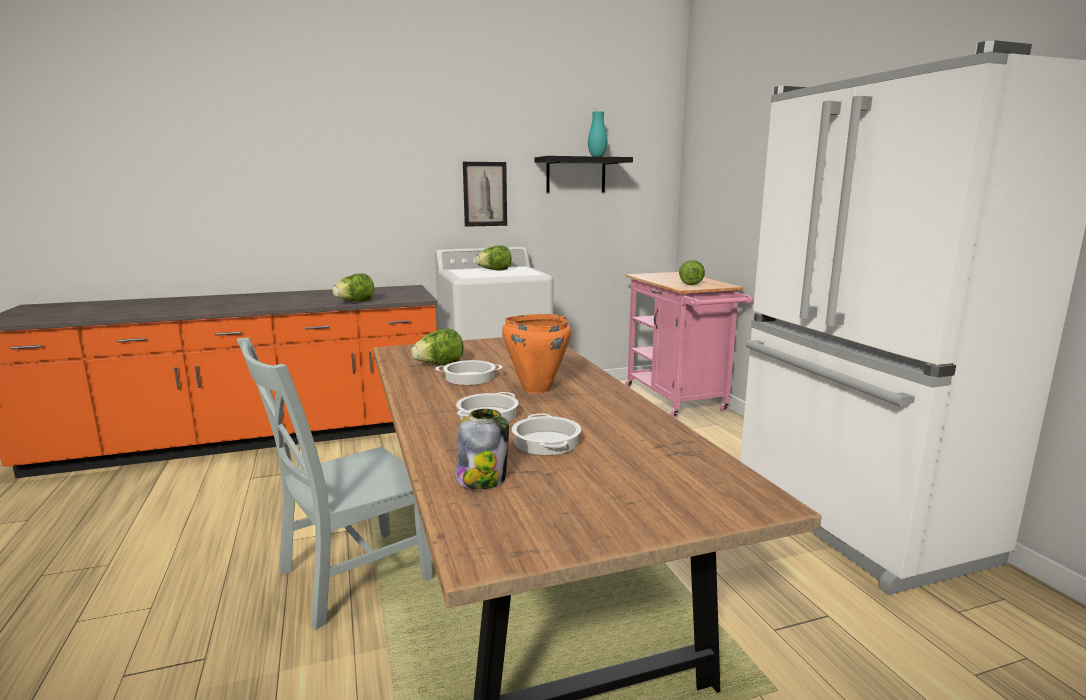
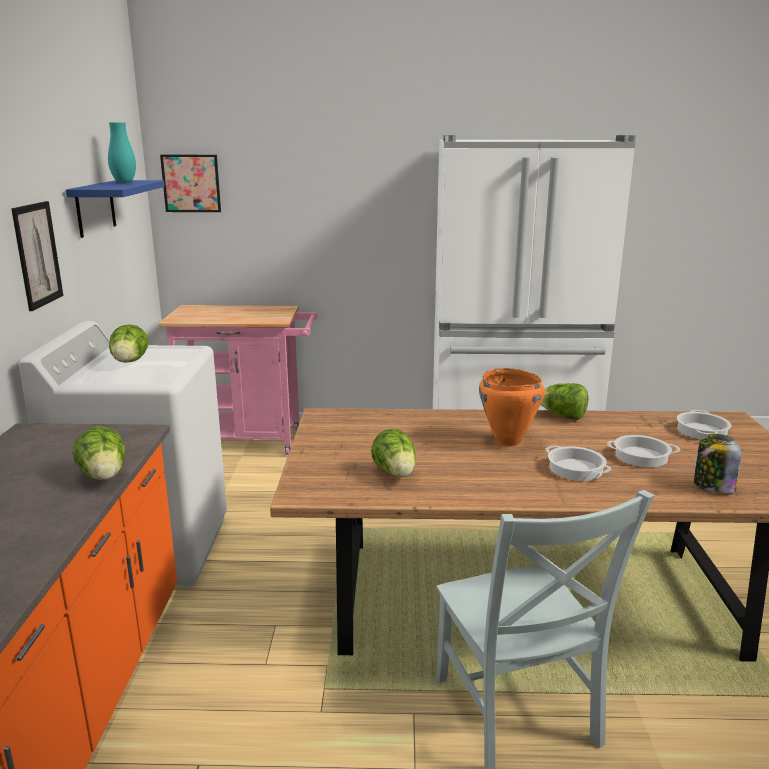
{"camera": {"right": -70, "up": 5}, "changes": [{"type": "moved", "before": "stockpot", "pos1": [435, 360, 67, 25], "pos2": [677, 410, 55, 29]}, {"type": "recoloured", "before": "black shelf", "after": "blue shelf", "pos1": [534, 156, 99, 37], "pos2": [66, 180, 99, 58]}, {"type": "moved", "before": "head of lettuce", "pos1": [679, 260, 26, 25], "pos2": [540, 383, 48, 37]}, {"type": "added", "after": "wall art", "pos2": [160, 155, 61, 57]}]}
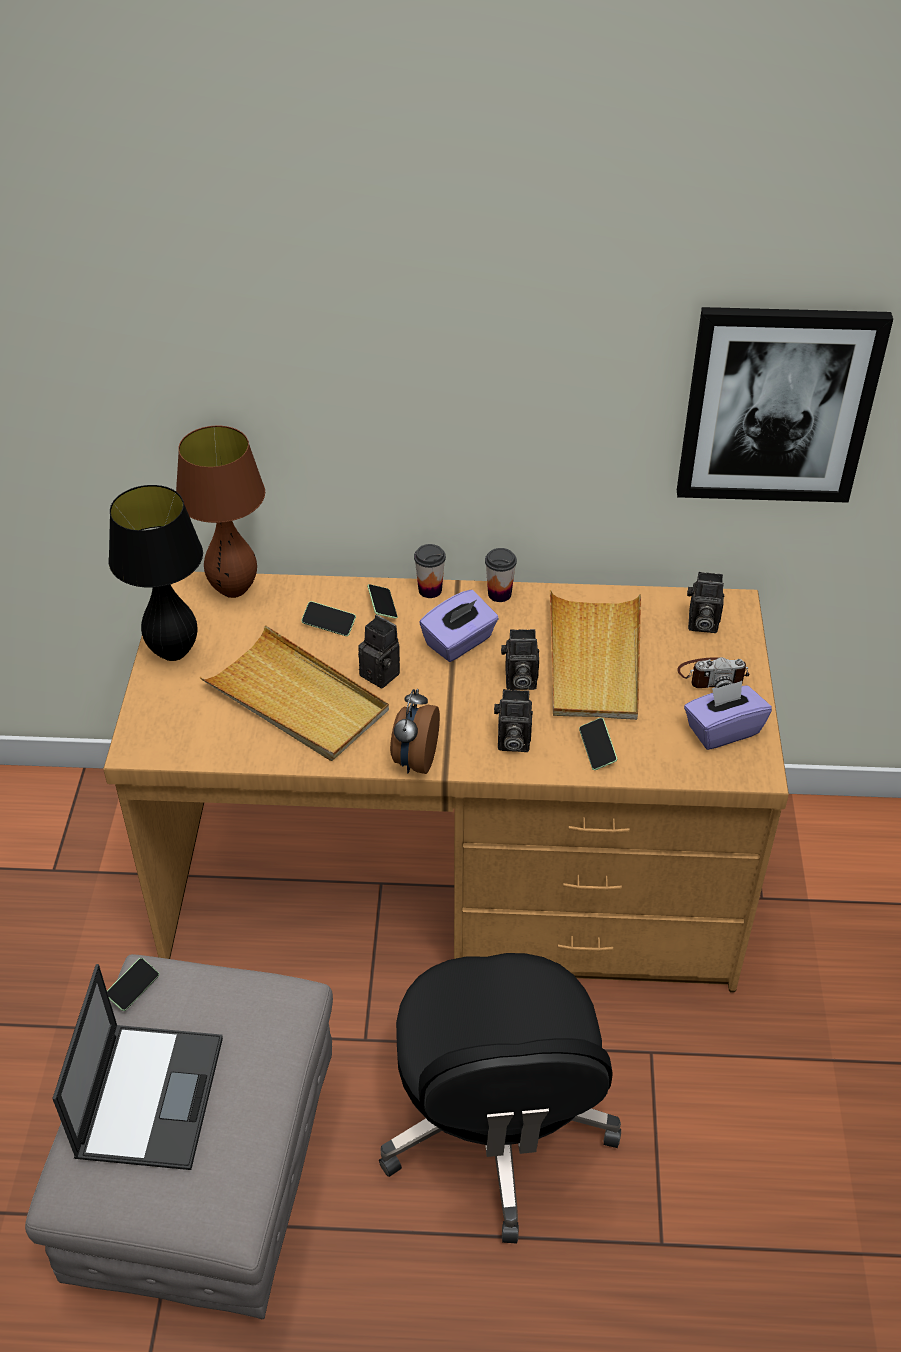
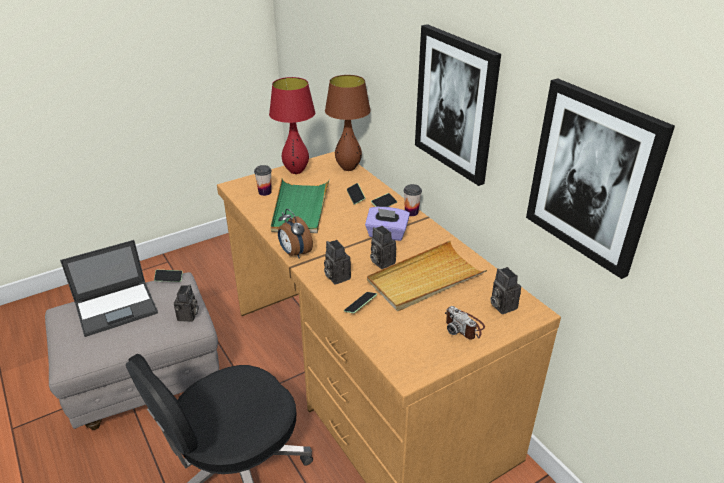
{"camera": {"right": 55, "up": -10}, "changes": [{"type": "recoloured", "before": "black table lamp", "after": "reddish table lamp", "pos1": [109, 485, 94, 176], "pos2": [269, 77, 46, 97]}, {"type": "recoloured", "before": "beige carrying tray", "after": "greenish carrying tray", "pos1": [200, 625, 189, 136], "pos2": [271, 178, 59, 55]}, {"type": "moved", "before": "photo camera", "pos1": [358, 615, 42, 74], "pos2": [174, 285, 25, 37]}, {"type": "turned", "before": "bedside clock", "pos1": [390, 689, 50, 85], "pos2": [278, 209, 35, 50], "turn": -105}, {"type": "moved", "before": "cup", "pos1": [485, 548, 32, 54], "pos2": [254, 165, 18, 31]}, {"type": "removed", "before": "purplish box of tissues", "pos1": [684, 681, 88, 69]}, {"type": "added", "after": "wall art", "pos2": [415, 24, 86, 162]}]}
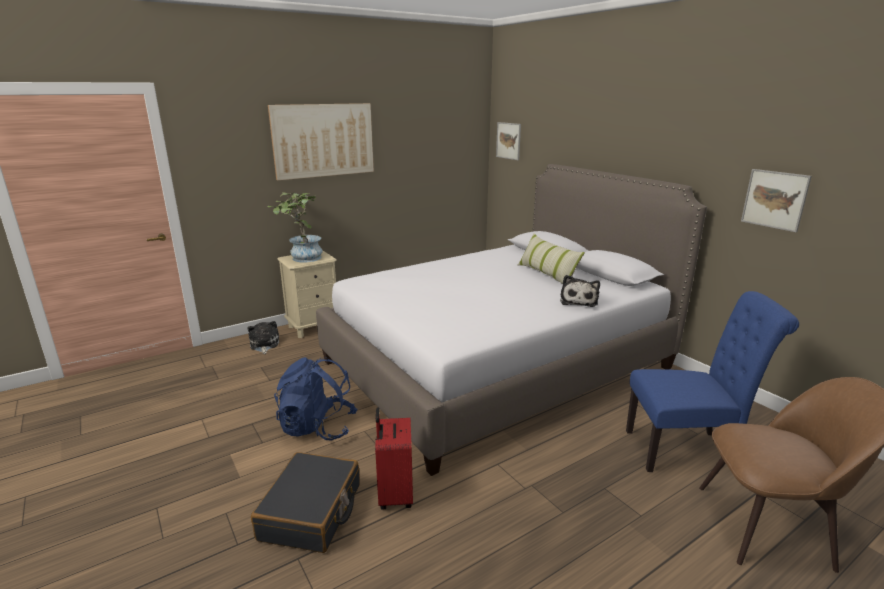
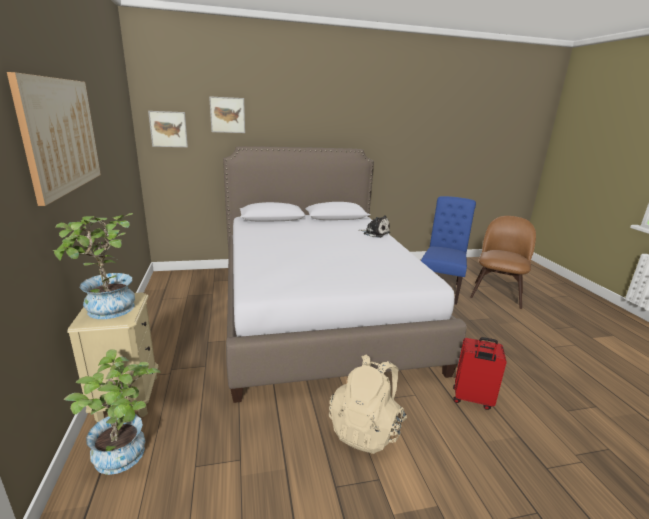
{"camera": {"right": -70, "up": 0}, "changes": [{"type": "replaced", "before": "soft toy", "after": "plant in a pot", "pos1": [248, 321, 31, 33], "pos2": [64, 349, 97, 126]}, {"type": "removed", "before": "black suitcase", "pos1": [251, 452, 109, 101]}, {"type": "recoloured", "before": "blue backpack", "after": "beige backpack", "pos1": [274, 357, 84, 83], "pos2": [329, 355, 78, 99]}, {"type": "removed", "before": "throw pillow", "pos1": [518, 233, 67, 51]}, {"type": "moved", "before": "wall art", "pos1": [741, 169, 71, 63], "pos2": [209, 96, 36, 37]}]}
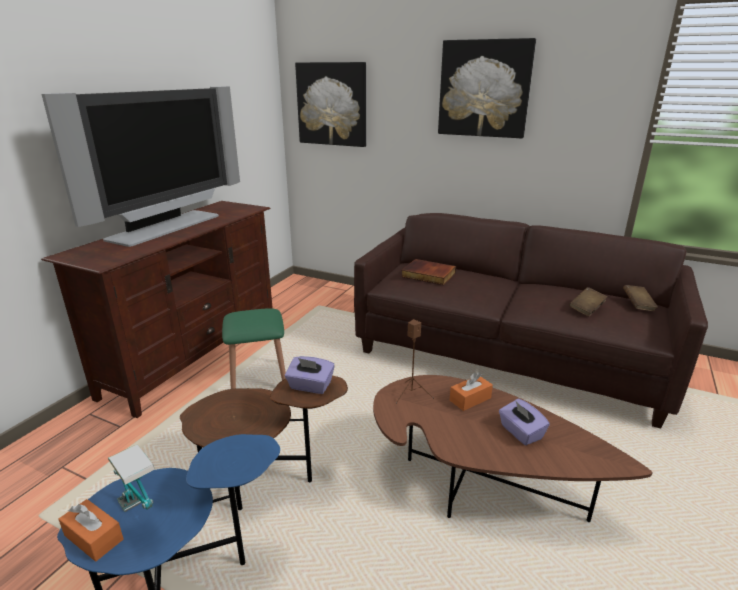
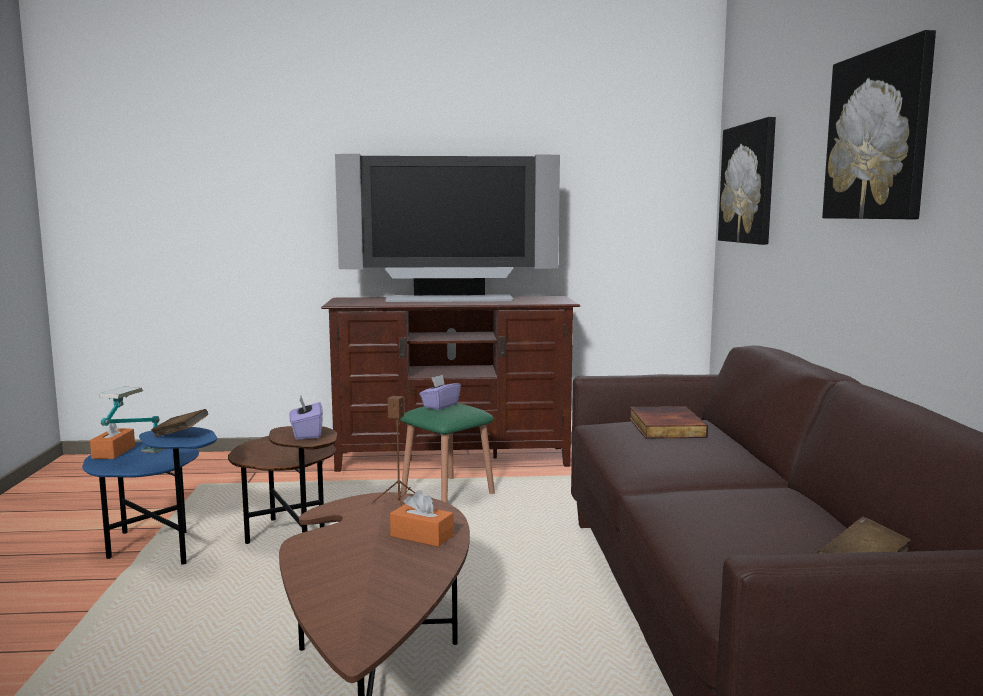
{"camera": {"right": 60, "up": -15}, "changes": [{"type": "moved", "before": "purplish box of tissues", "pos1": [499, 399, 51, 46], "pos2": [420, 375, 41, 35]}, {"type": "moved", "before": "brown book", "pos1": [569, 287, 39, 29], "pos2": [151, 409, 57, 28]}]}
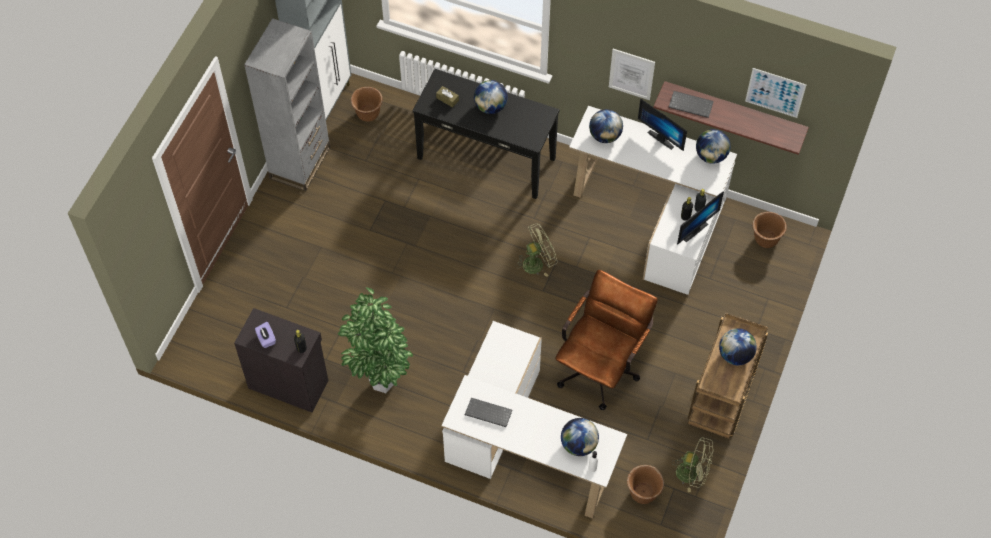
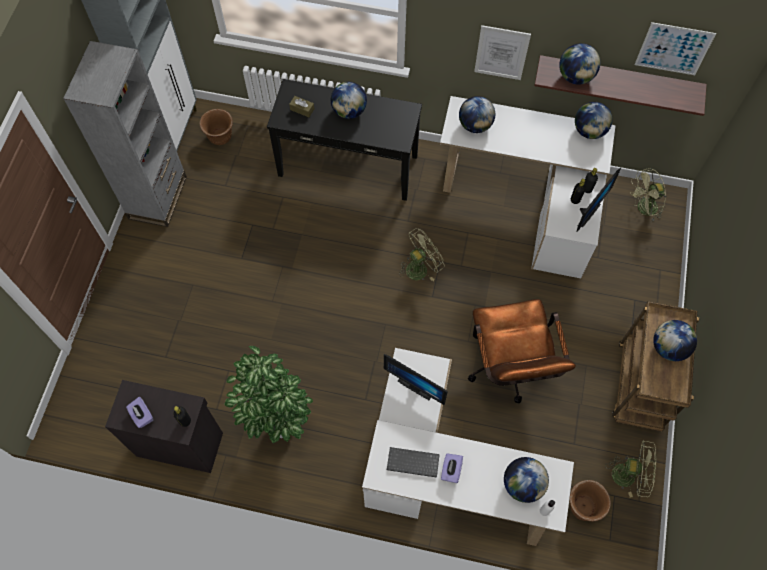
{"camera": {"right": -10, "up": 5}, "changes": [{"type": "turned", "before": "brown office chair", "pos1": [555, 270, 103, 140], "pos2": [468, 299, 108, 104], "turn": 150}, {"type": "moved", "before": "monitor", "pos1": [638, 98, 49, 53], "pos2": [384, 354, 63, 51]}, {"type": "replaced", "before": "computer keyboard", "after": "world globe", "pos1": [669, 91, 45, 27], "pos2": [559, 43, 41, 42]}, {"type": "replaced", "before": "brown planter", "after": "greenish cooling fan", "pos1": [752, 212, 35, 36], "pos2": [630, 168, 36, 53]}, {"type": "added", "after": "purplish box of tissues", "pos2": [441, 453, 22, 30]}]}
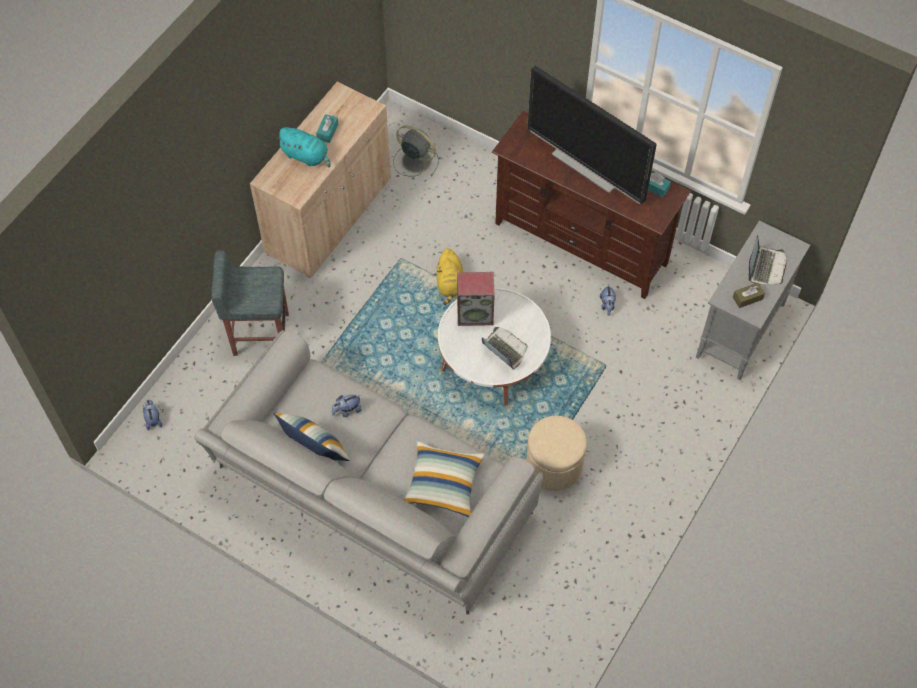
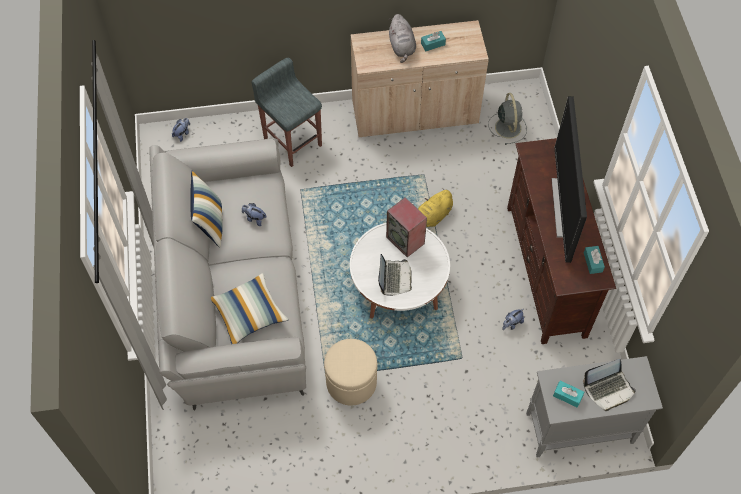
{"camera": {"right": 50, "up": 0}, "changes": [{"type": "recoloured", "before": "blue-green soft toy", "after": "greyish soft toy", "pos1": [276, 127, 55, 41], "pos2": [389, 14, 27, 49]}, {"type": "recoloured", "before": "brown box of tissues", "after": "blue-green box of tissues", "pos1": [733, 283, 32, 25], "pos2": [553, 381, 31, 26]}]}
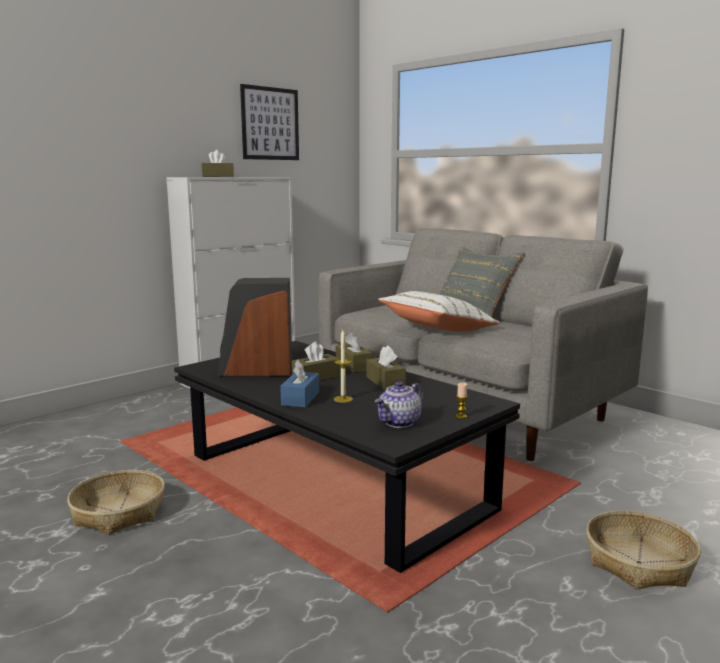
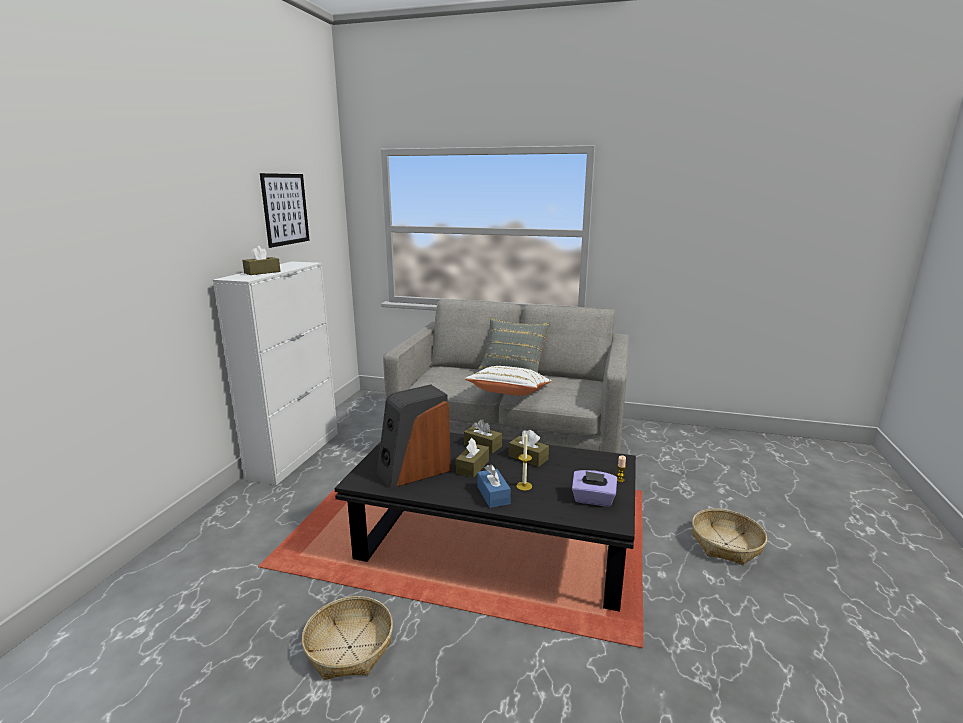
{"camera": {"right": -30, "up": 5}, "changes": [{"type": "replaced", "before": "teapot", "after": "purplish box of tissues", "pos1": [375, 381, 48, 47], "pos2": [572, 470, 45, 37]}]}
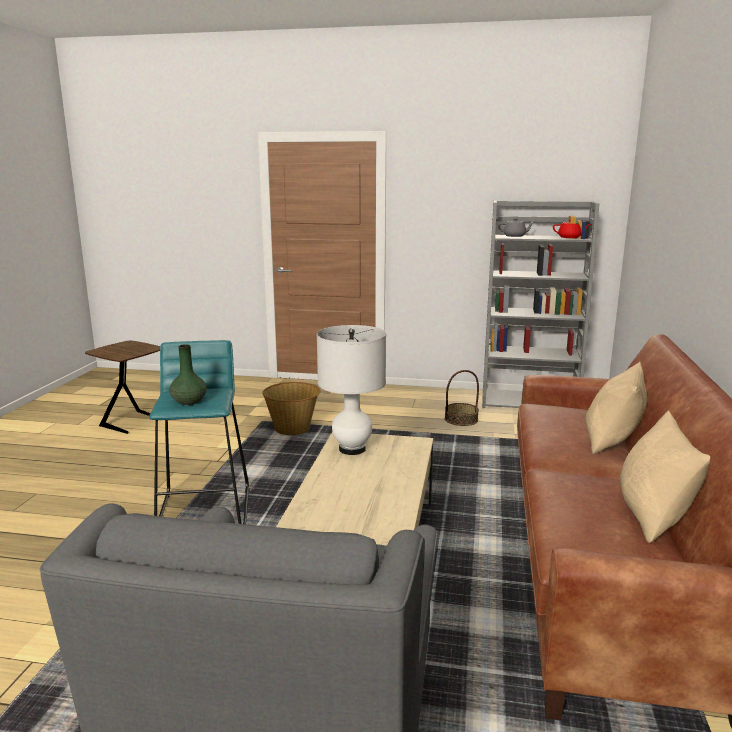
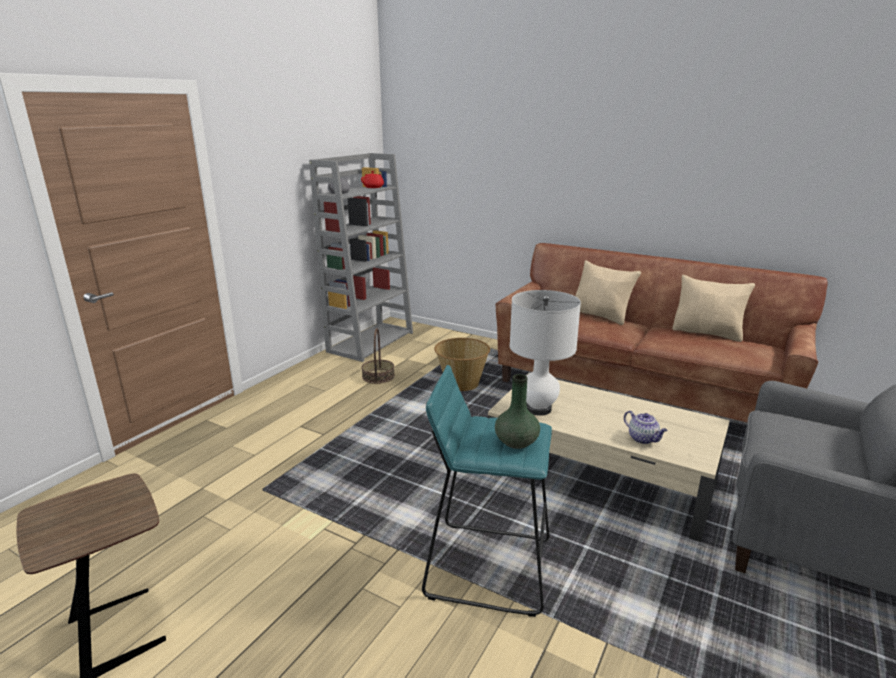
{"camera": {"right": -70, "up": 5}, "changes": [{"type": "moved", "before": "storage basket", "pos1": [262, 382, 59, 53], "pos2": [434, 338, 56, 53]}, {"type": "added", "after": "teapot", "pos2": [624, 411, 44, 33]}]}
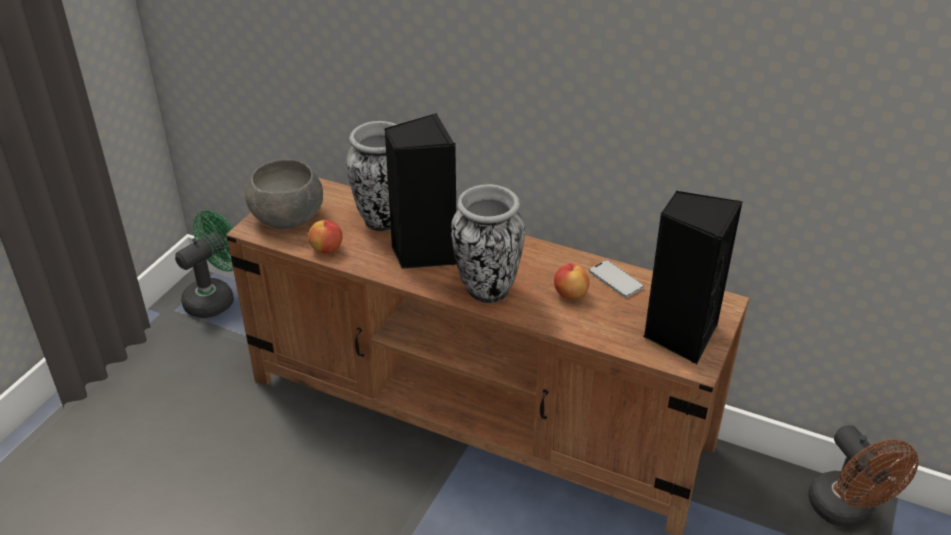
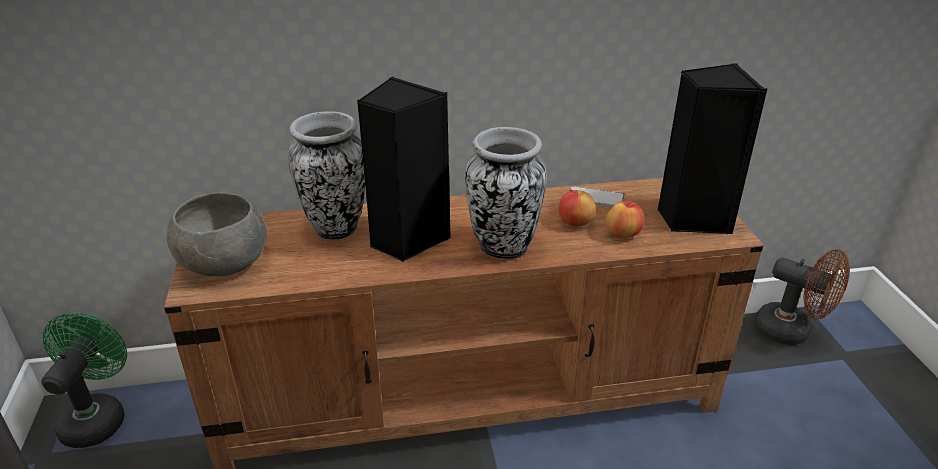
{"camera": {"right": -35, "up": -5}, "changes": [{"type": "moved", "before": "apple", "pos1": [308, 220, 35, 33], "pos2": [606, 201, 39, 37]}]}
